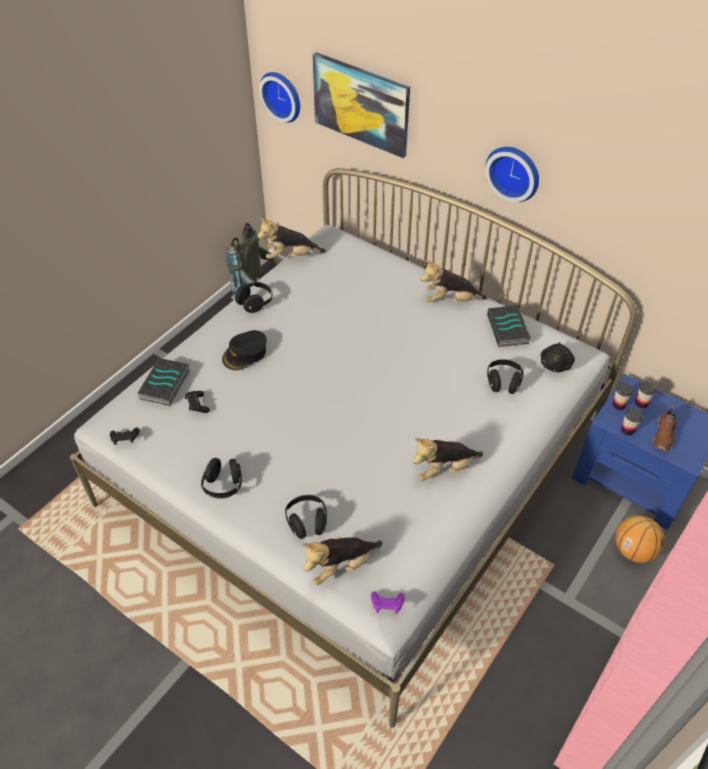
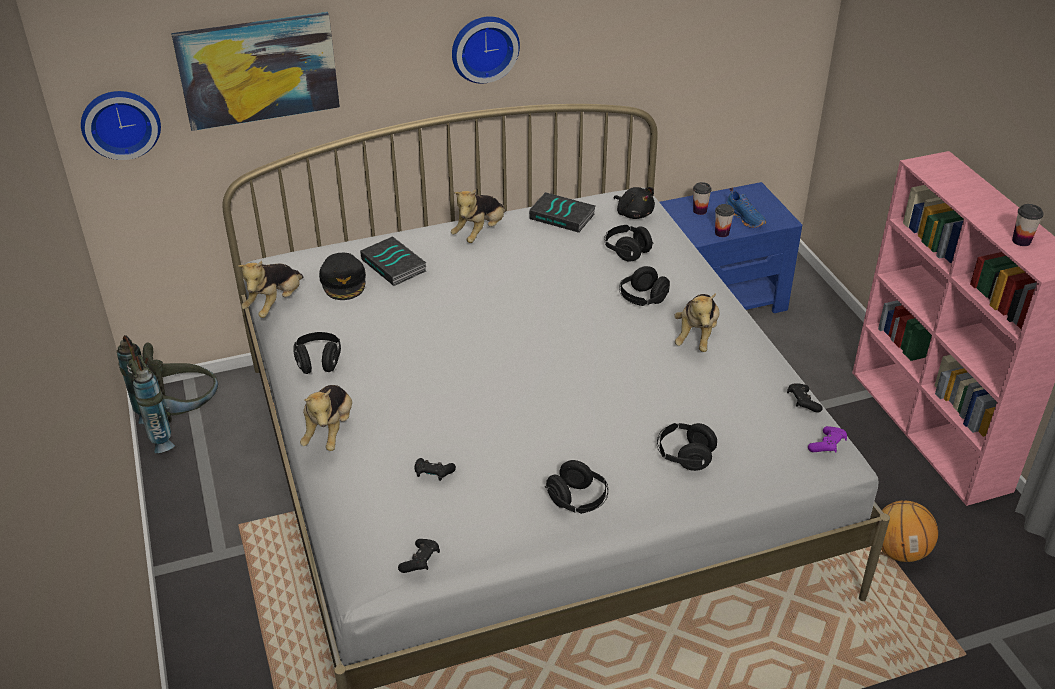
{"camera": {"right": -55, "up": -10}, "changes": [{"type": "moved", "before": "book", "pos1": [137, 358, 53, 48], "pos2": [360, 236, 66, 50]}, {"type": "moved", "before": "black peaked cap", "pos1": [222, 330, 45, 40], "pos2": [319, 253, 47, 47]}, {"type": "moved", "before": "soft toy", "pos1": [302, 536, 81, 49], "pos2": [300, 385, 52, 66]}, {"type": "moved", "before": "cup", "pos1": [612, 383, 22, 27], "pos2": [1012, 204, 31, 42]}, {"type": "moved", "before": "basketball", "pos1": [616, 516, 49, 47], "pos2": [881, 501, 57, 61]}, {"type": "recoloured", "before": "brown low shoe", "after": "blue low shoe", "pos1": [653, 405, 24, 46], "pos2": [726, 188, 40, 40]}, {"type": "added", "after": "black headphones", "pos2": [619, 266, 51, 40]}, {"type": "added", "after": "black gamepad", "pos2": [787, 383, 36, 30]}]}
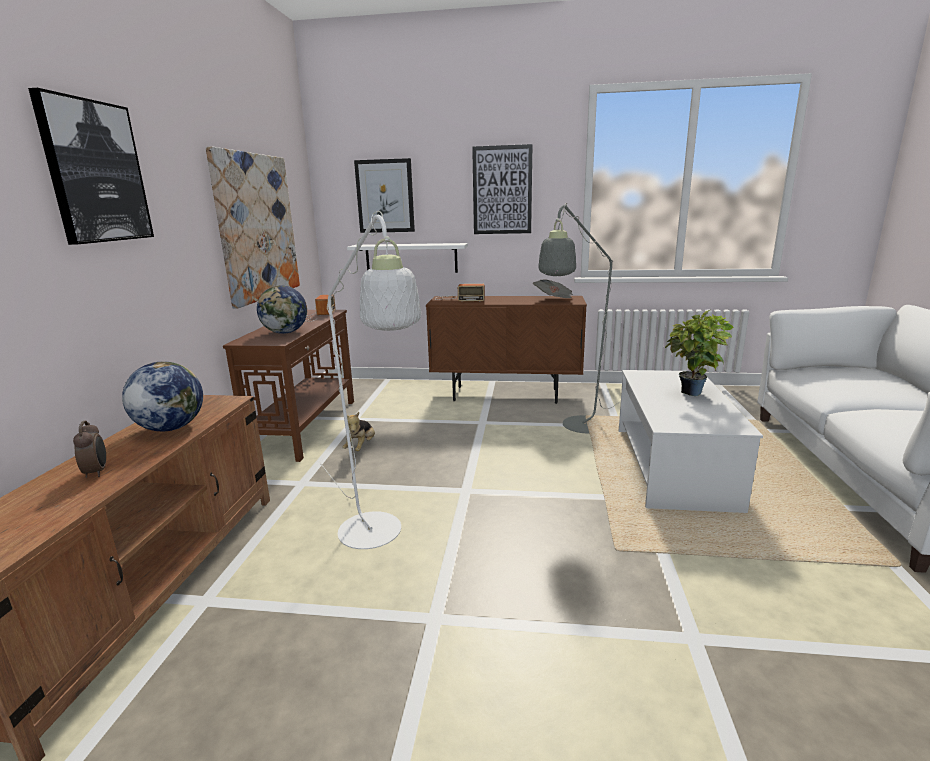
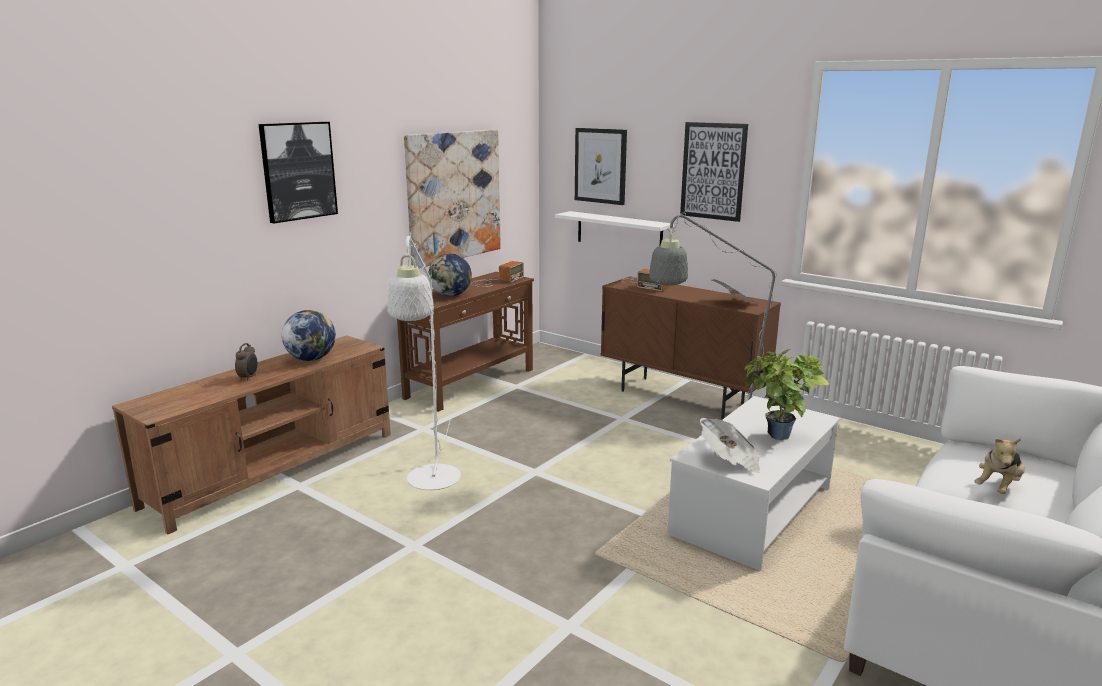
{"camera": {"right": 30, "up": 0}, "changes": [{"type": "moved", "before": "soft toy", "pos1": [342, 412, 33, 39], "pos2": [975, 438, 50, 56]}, {"type": "added", "after": "newspaper", "pos2": [700, 418, 60, 55]}]}
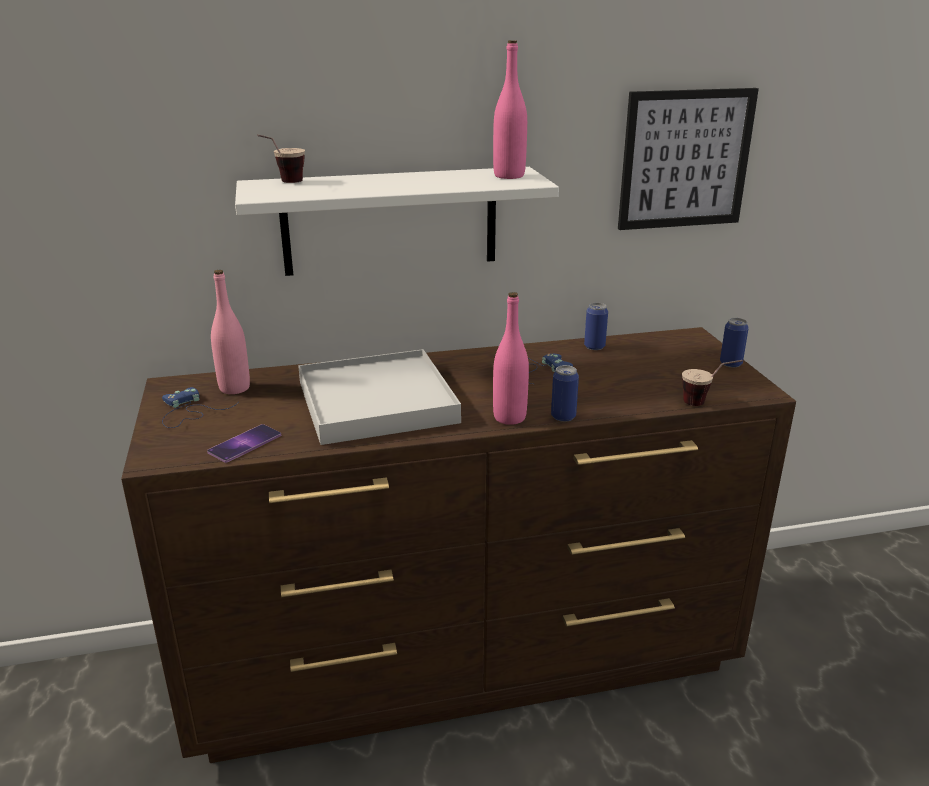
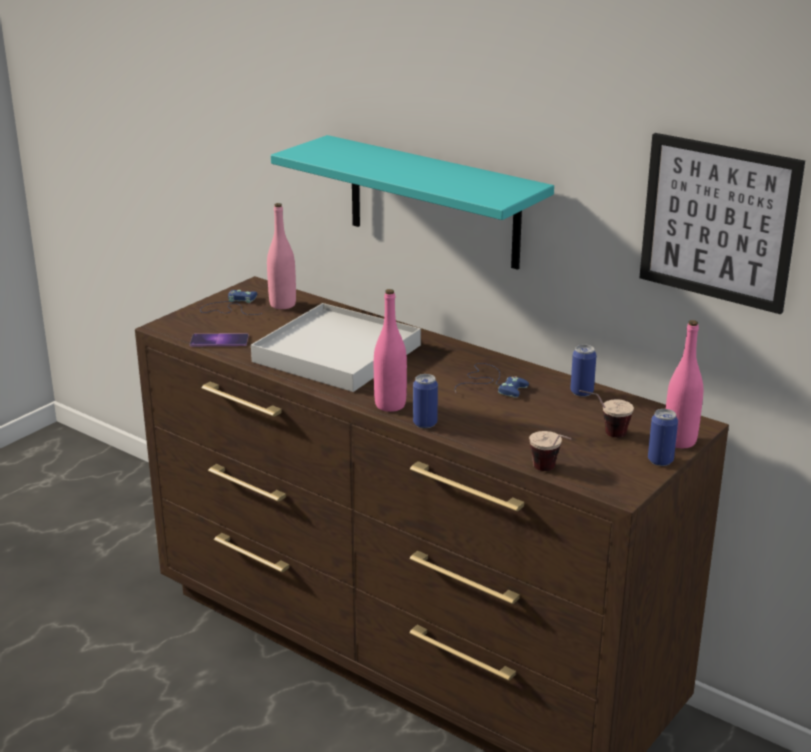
{"camera": {"right": 50, "up": 0}, "changes": [{"type": "recoloured", "before": "white-coloured shelf", "after": "blue-green shelf", "pos1": [235, 167, 324, 109], "pos2": [271, 135, 283, 135]}, {"type": "moved", "before": "cup", "pos1": [257, 134, 48, 49], "pos2": [579, 390, 55, 48]}, {"type": "moved", "before": "pinkish beverage bottle", "pos1": [493, 40, 34, 139], "pos2": [666, 320, 37, 128]}]}
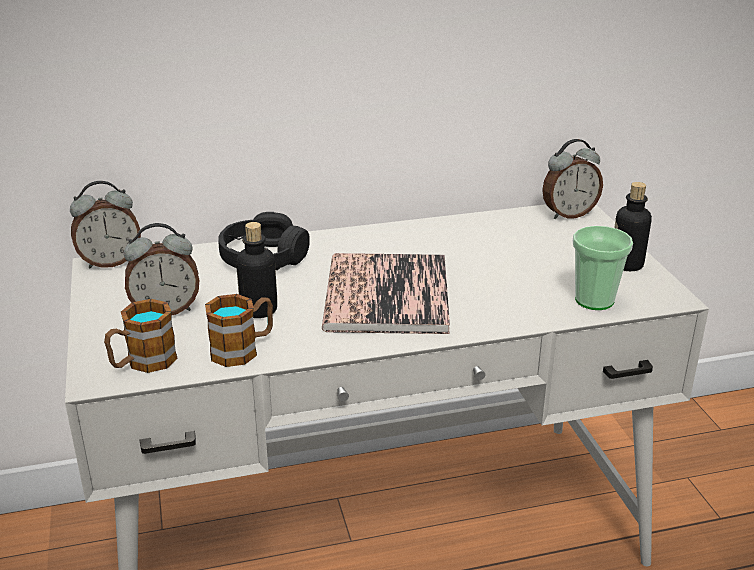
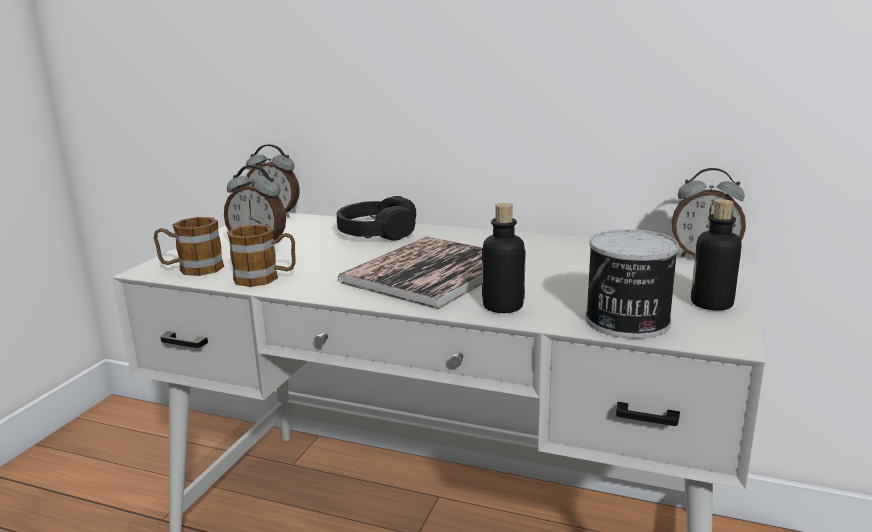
{"camera": {"right": 35, "up": -10}, "changes": [{"type": "moved", "before": "beverage bottle", "pos1": [236, 222, 41, 96], "pos2": [482, 203, 44, 110]}, {"type": "replaced", "before": "cup", "after": "can", "pos1": [573, 226, 60, 84], "pos2": [586, 229, 93, 110]}]}
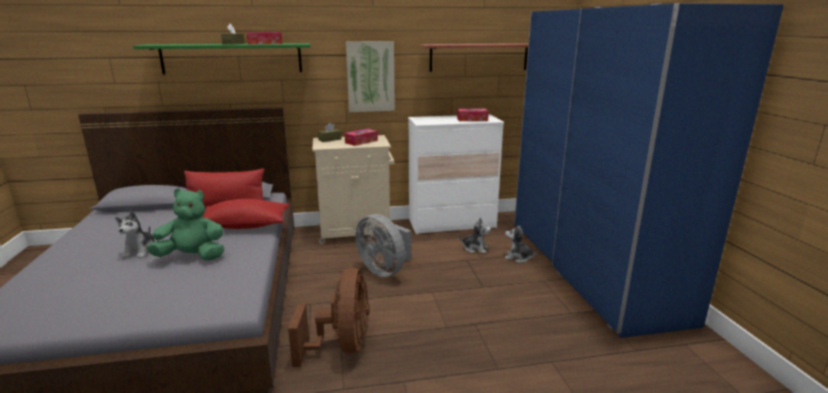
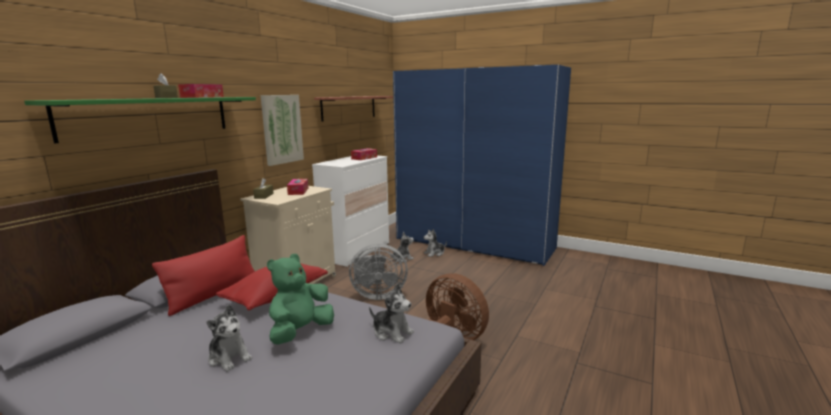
{"camera": {"right": -50, "up": -5}, "changes": [{"type": "added", "after": "soft toy", "pos2": [369, 284, 45, 59]}]}
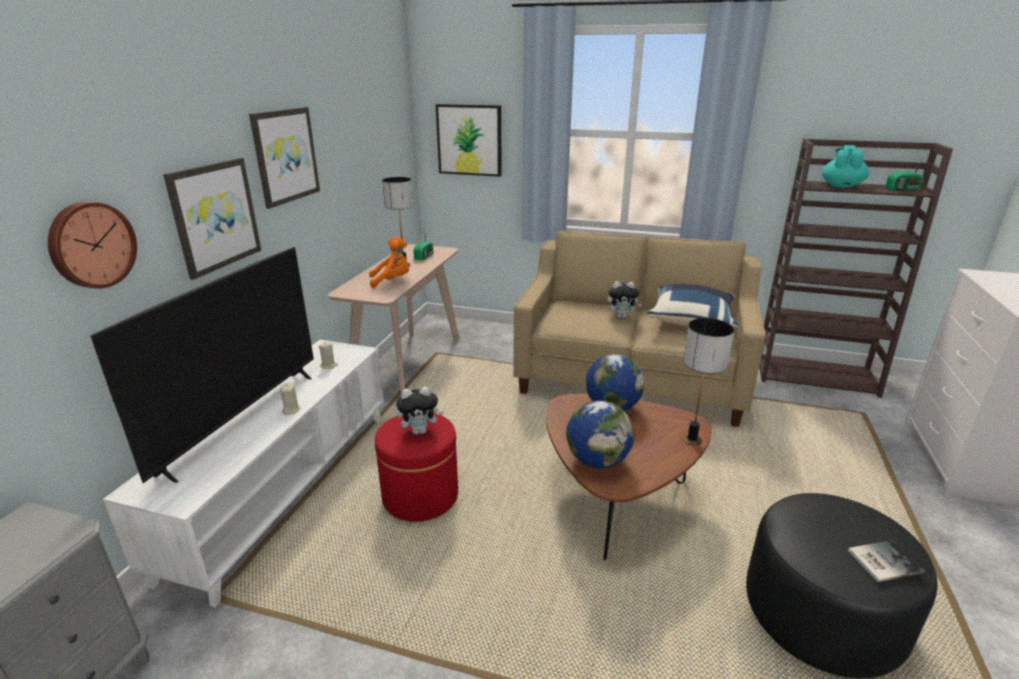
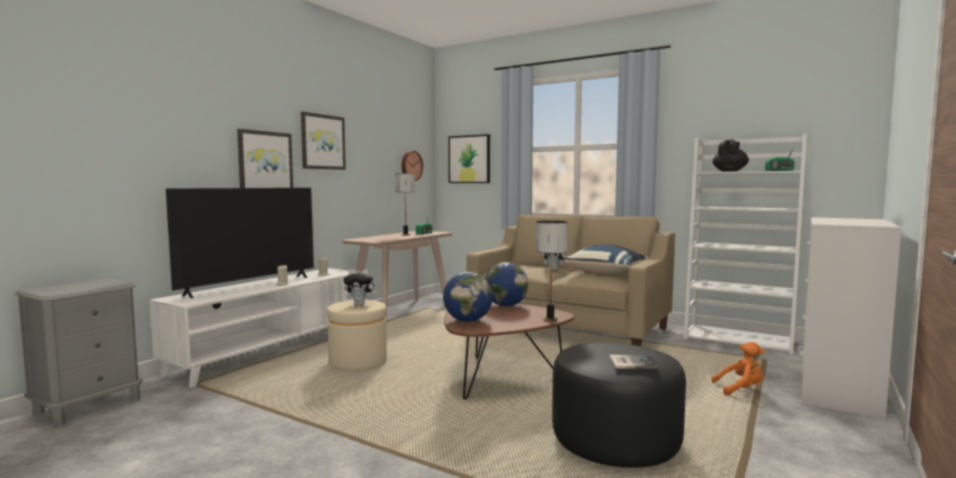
{"camera": {"right": 15, "up": -20}, "changes": [{"type": "moved", "before": "wall clock", "pos1": [48, 202, 89, 87], "pos2": [402, 151, 21, 30]}, {"type": "moved", "before": "orangey soft toy", "pos1": [369, 237, 40, 51], "pos2": [711, 342, 53, 53]}, {"type": "recoloured", "before": "reddish ottoman", "after": "beige ottoman", "pos1": [374, 413, 84, 109], "pos2": [327, 300, 60, 71]}, {"type": "recoloured", "before": "brown bookshelf", "after": "white-coloured bookshelf", "pos1": [759, 139, 194, 259], "pos2": [684, 134, 123, 221]}, {"type": "recoloured", "before": "blue-green teapot", "after": "black teapot", "pos1": [822, 145, 47, 43], "pos2": [713, 139, 36, 33]}]}
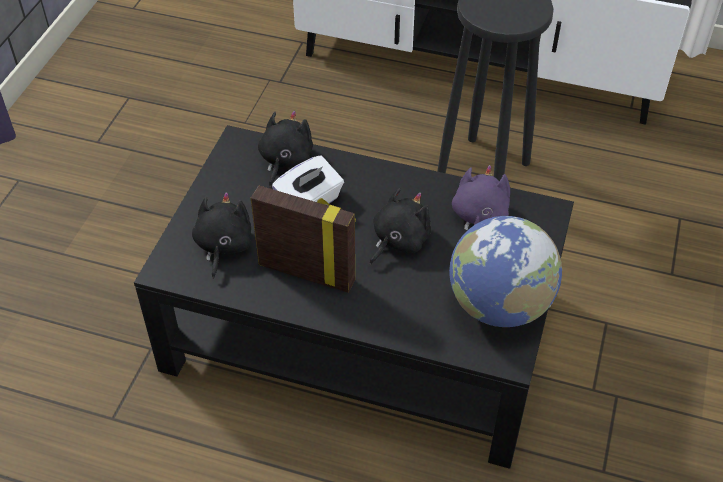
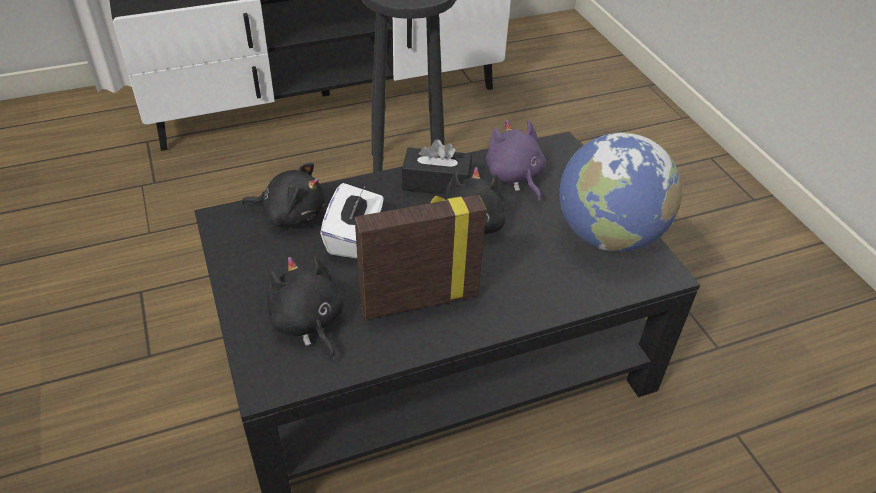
{"camera": {"right": -40, "up": -5}, "changes": [{"type": "turned", "before": "black soft toy", "pos1": [258, 111, 55, 76], "pos2": [241, 163, 84, 64], "turn": 120}, {"type": "added", "after": "black box of tissues", "pos2": [402, 139, 70, 56]}]}
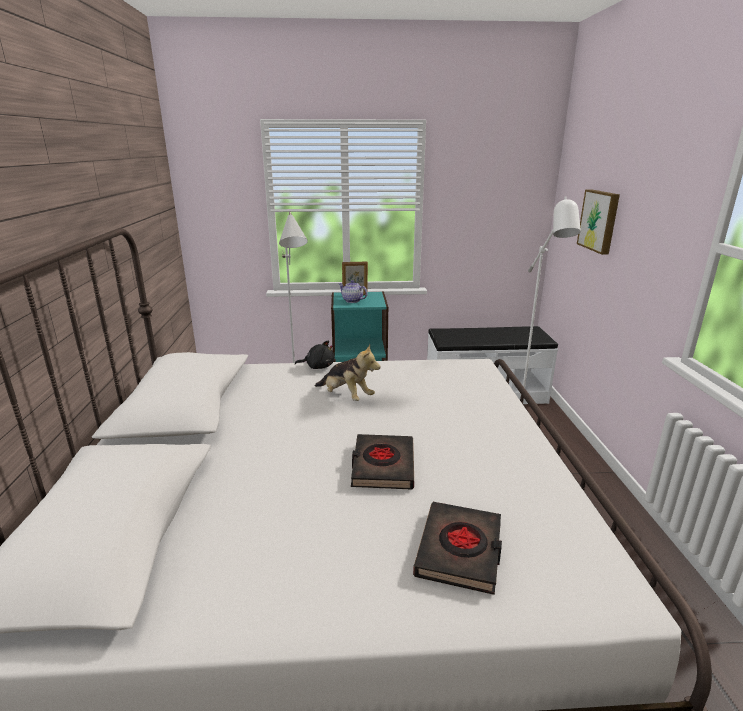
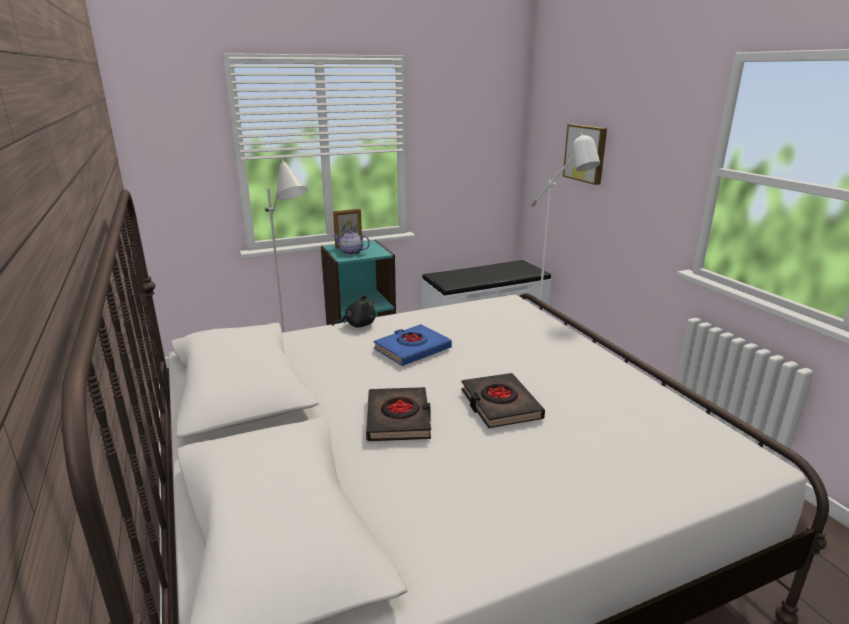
{"camera": {"right": -20, "up": 0}, "changes": [{"type": "replaced", "before": "soft toy", "after": "blue book", "pos1": [315, 344, 66, 57], "pos2": [374, 324, 78, 42]}, {"type": "moved", "before": "black book", "pos1": [413, 502, 89, 93], "pos2": [366, 387, 65, 54]}]}
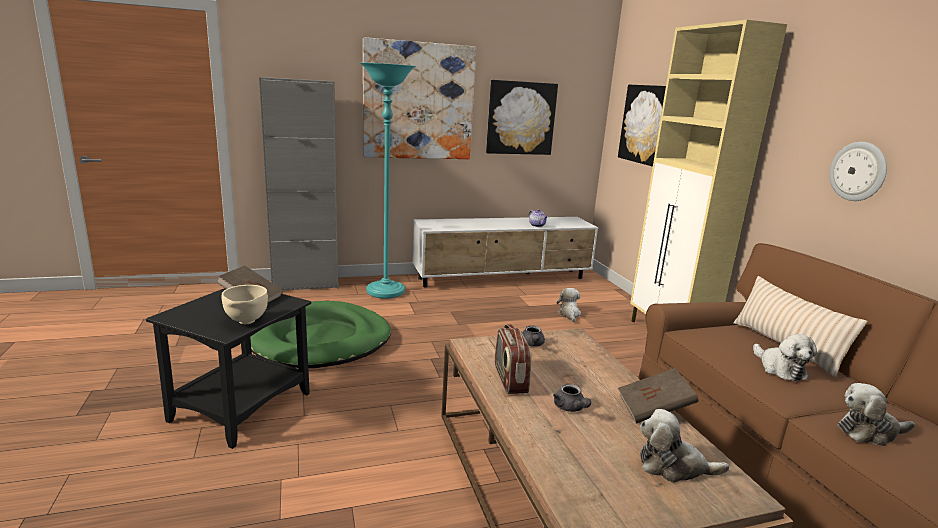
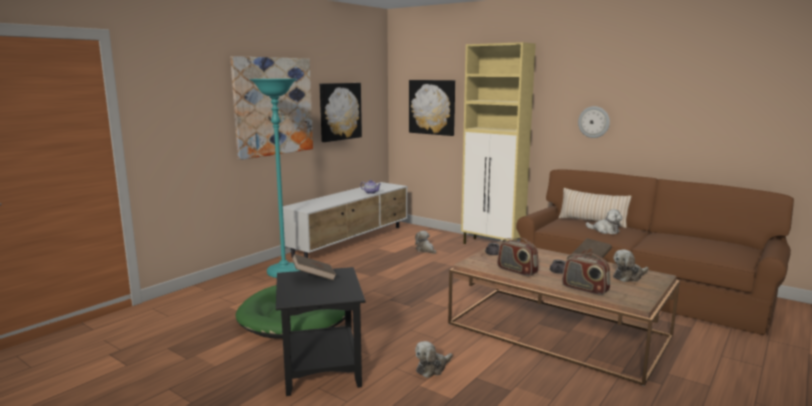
{"camera": {"right": -35, "up": -5}, "changes": [{"type": "removed", "before": "beige serving bowl", "pos1": [222, 285, 46, 39]}, {"type": "removed", "before": "greyish cupboard", "pos1": [259, 77, 79, 213]}, {"type": "moved", "before": "soft toy", "pos1": [837, 383, 78, 63], "pos2": [415, 341, 38, 37]}, {"type": "added", "after": "radio", "pos2": [562, 253, 48, 42]}]}
